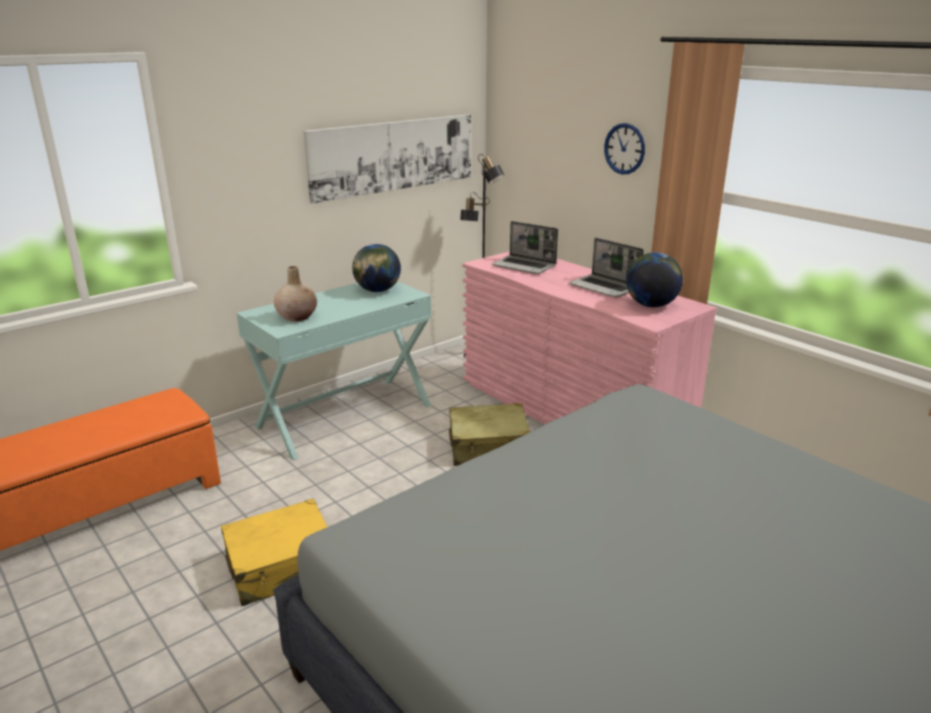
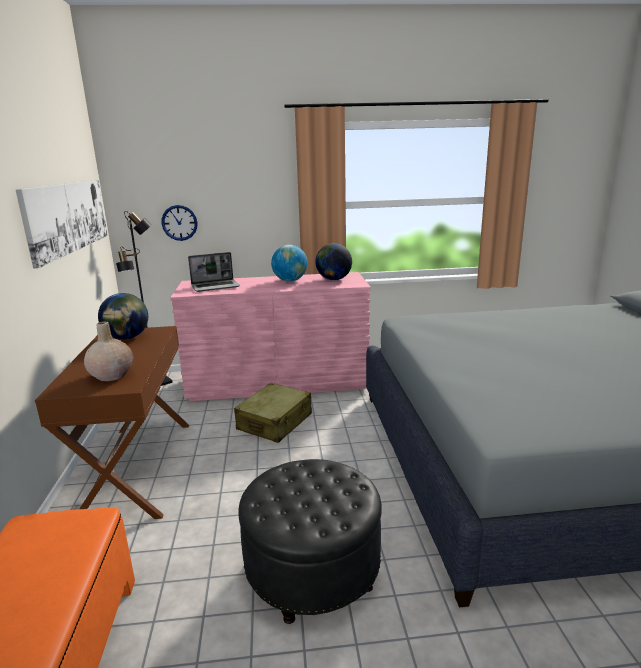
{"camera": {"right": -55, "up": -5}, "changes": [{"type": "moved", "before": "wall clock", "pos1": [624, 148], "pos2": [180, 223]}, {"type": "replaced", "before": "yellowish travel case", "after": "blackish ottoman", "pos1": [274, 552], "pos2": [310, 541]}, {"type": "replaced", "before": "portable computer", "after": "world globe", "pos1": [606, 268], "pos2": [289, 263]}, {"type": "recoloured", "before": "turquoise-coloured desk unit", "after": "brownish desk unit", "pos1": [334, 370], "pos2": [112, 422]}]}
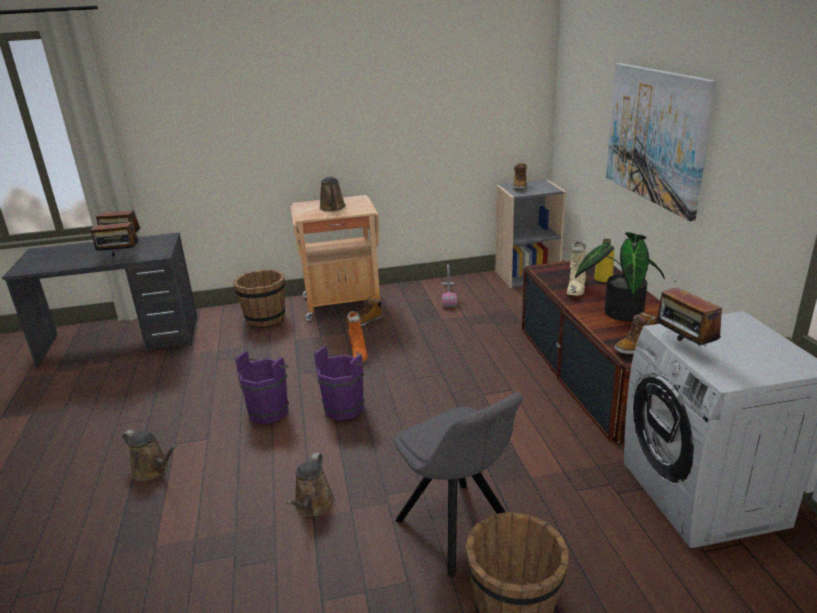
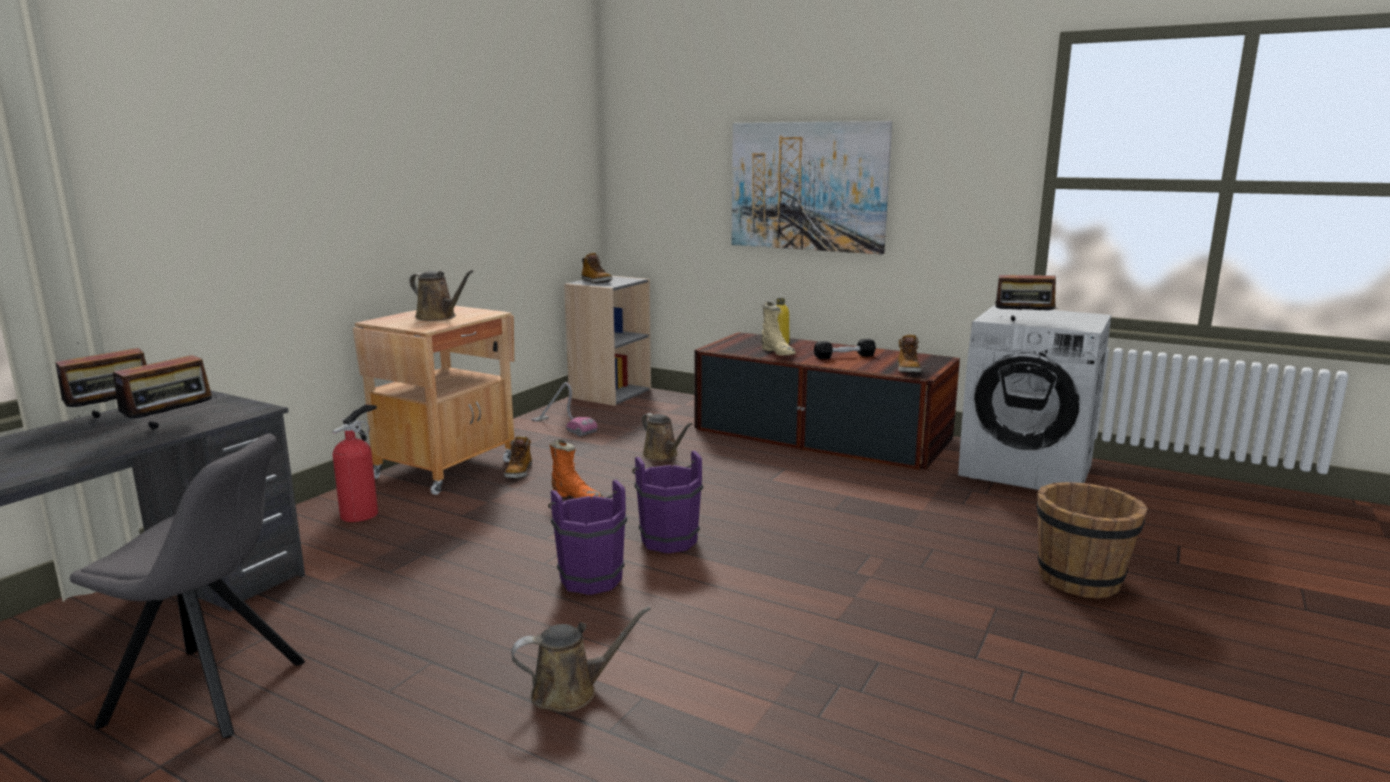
{"camera": {"right": -50, "up": -10}, "changes": [{"type": "moved", "before": "brownish sprinkling can", "pos1": [310, 485], "pos2": [667, 437]}, {"type": "moved", "before": "grey plain chair", "pos1": [458, 484], "pos2": [187, 586]}, {"type": "replaced", "before": "brownish water bucket", "after": "fire-fighting cylinder", "pos1": [259, 298], "pos2": [355, 463]}, {"type": "replaced", "before": "plant in a pot", "after": "blackish free weight", "pos1": [620, 276], "pos2": [845, 349]}]}
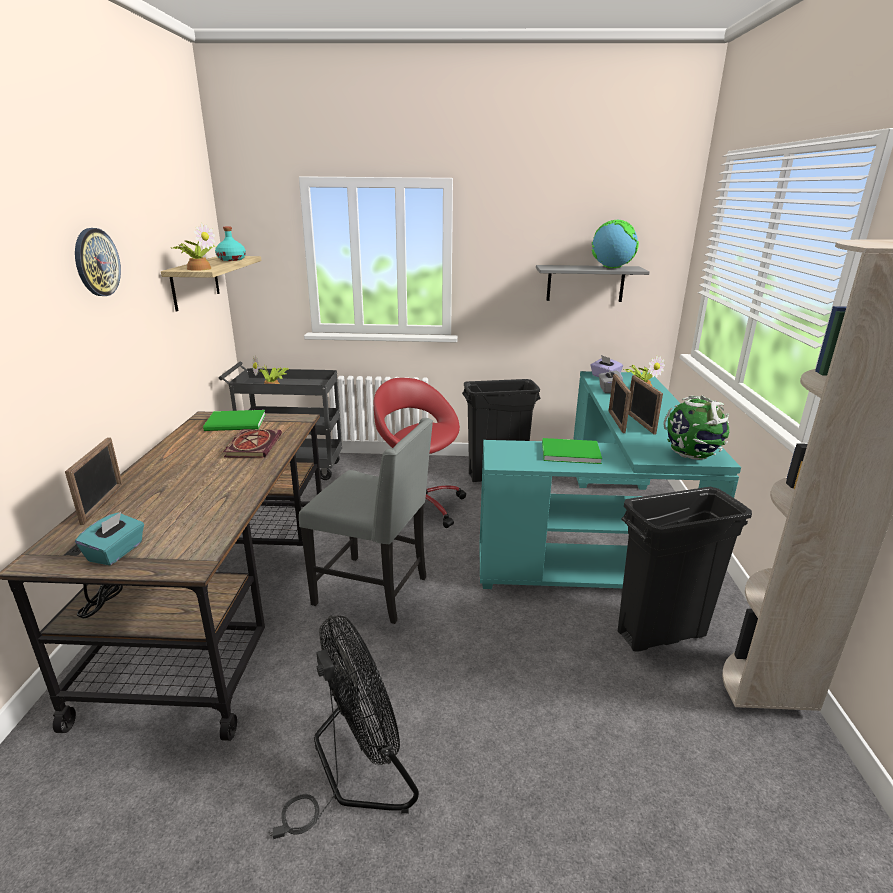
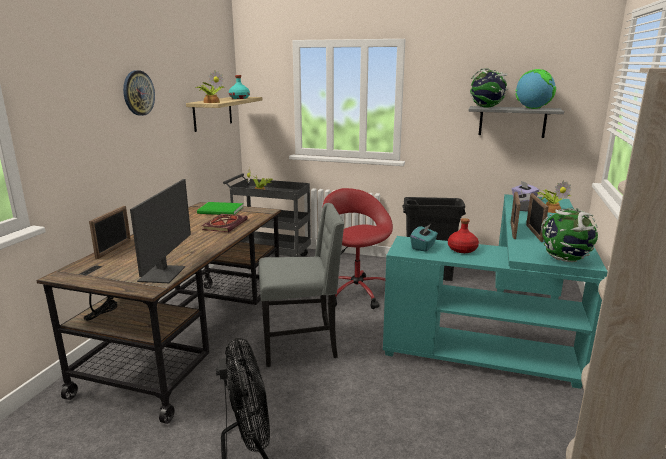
{"camera": {"right": 15, "up": -5}, "changes": [{"type": "removed", "before": "blackish waste bin", "pos1": [685, 569]}, {"type": "added", "after": "computer display", "pos2": [160, 231]}, {"type": "added", "after": "world globe", "pos2": [489, 88]}, {"type": "moved", "before": "turquoise-coloured tissue box", "pos1": [109, 538], "pos2": [424, 238]}, {"type": "replaced", "before": "greenish bound book", "after": "red bottle", "pos1": [572, 451], "pos2": [463, 235]}, {"type": "turned", "before": "grey plain chair", "pos1": [366, 521], "pos2": [302, 285], "turn": -45}]}
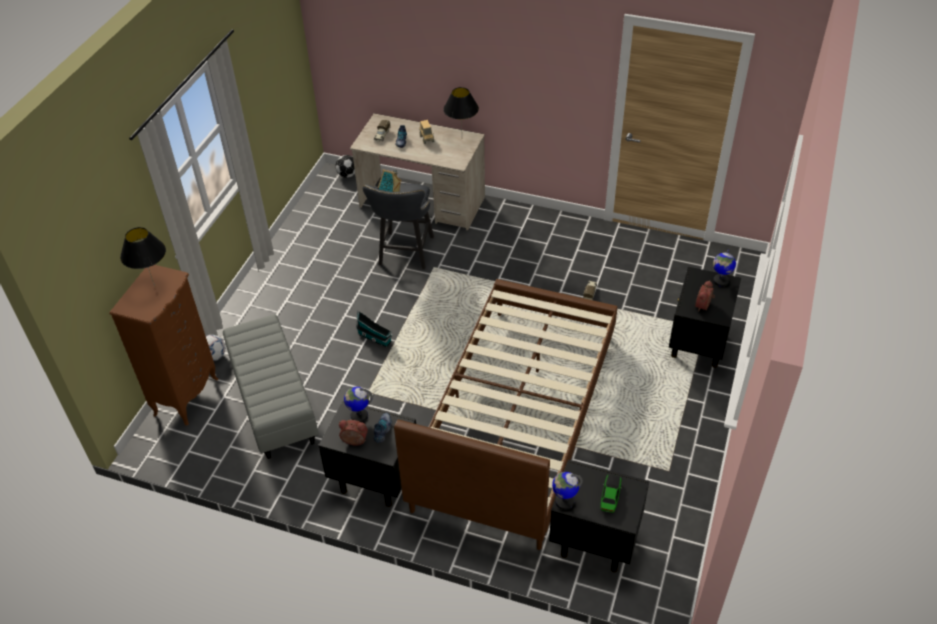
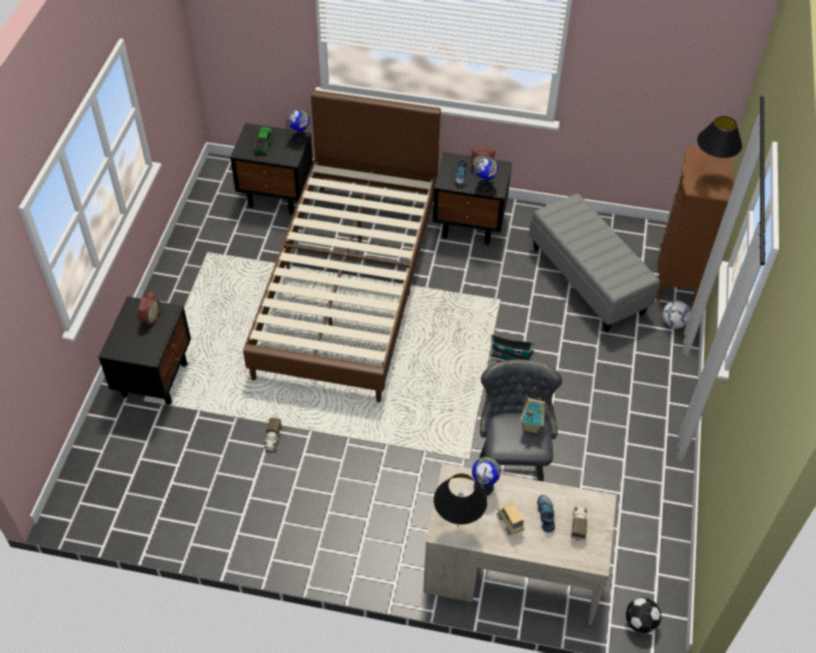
{"camera": {"right": 170, "up": 5}, "changes": [{"type": "moved", "before": "world globe", "pos1": [724, 268], "pos2": [486, 476]}]}
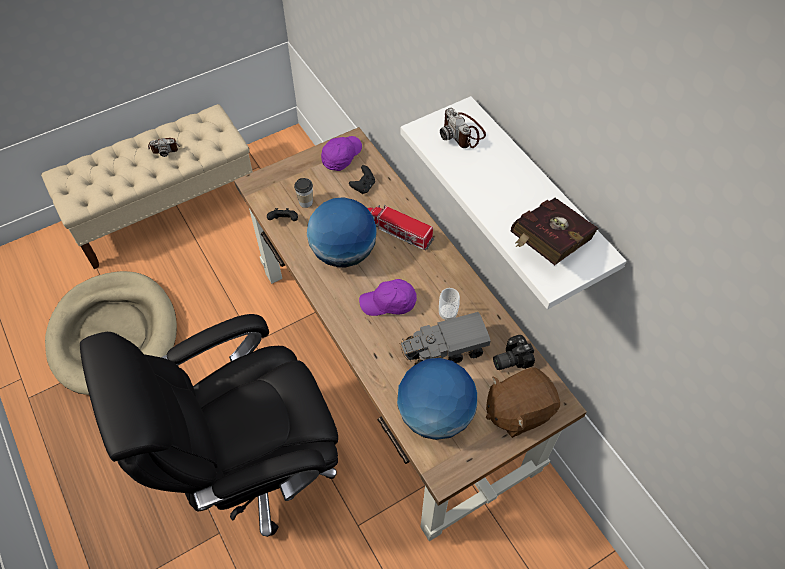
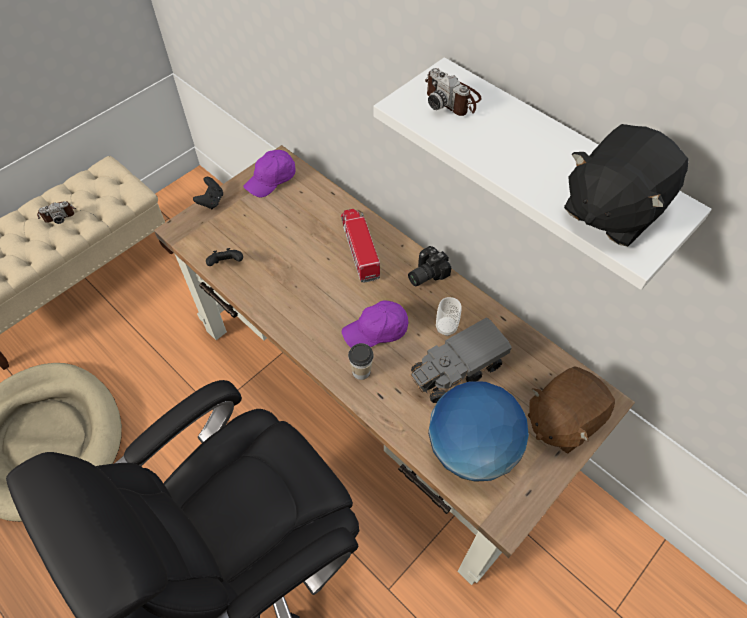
{"camera": {"right": -15, "up": 0}, "changes": [{"type": "removed", "before": "world globe", "pos1": [342, 232]}, {"type": "moved", "before": "small cup", "pos1": [303, 193], "pos2": [361, 361]}, {"type": "moved", "before": "blackish game controller", "pos1": [362, 179], "pos2": [208, 193]}, {"type": "moved", "before": "still camera", "pos1": [514, 352], "pos2": [429, 266]}, {"type": "replaced", "before": "red bound book", "after": "blackish plush toy", "pos1": [554, 231], "pos2": [626, 185]}, {"type": "turned", "before": "purple-coloured baseball cap", "pos1": [341, 153], "pos2": [269, 173], "turn": -150}, {"type": "turned", "before": "toy truck", "pos1": [400, 227], "pos2": [360, 245], "turn": 60}]}
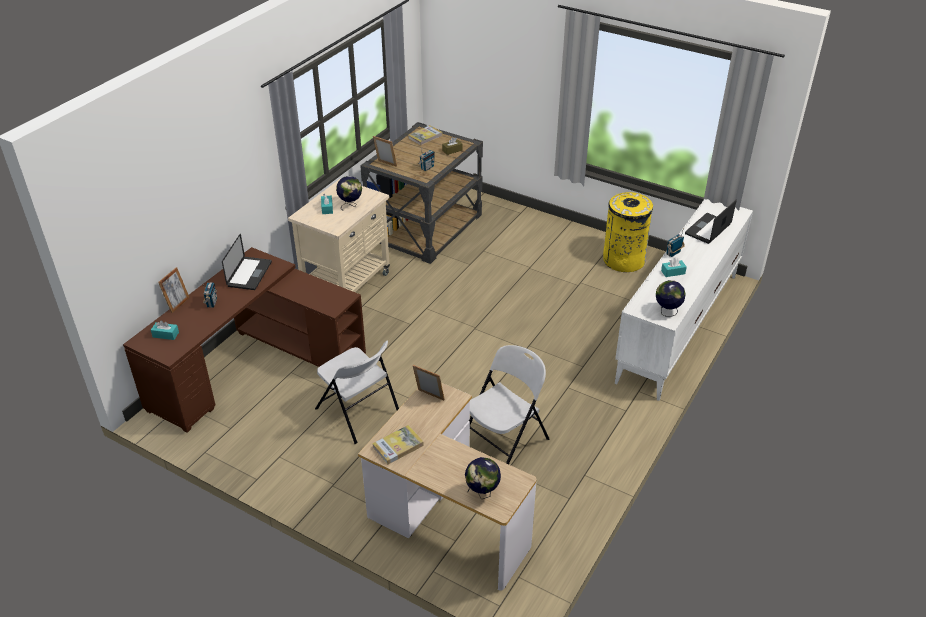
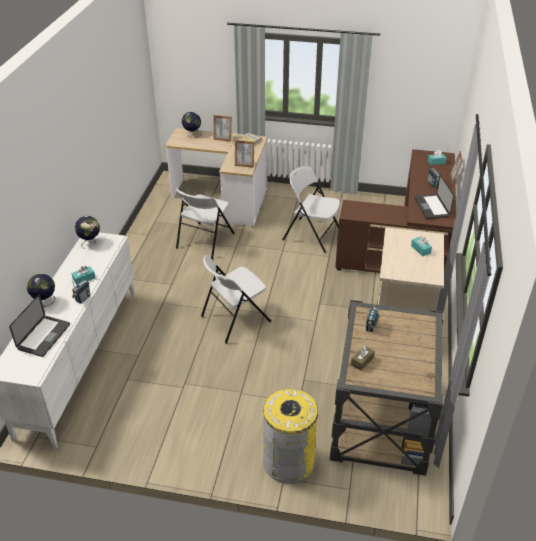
{"camera": {"right": 160, "up": 0}, "changes": [{"type": "removed", "before": "bound book", "pos1": [425, 135]}, {"type": "added", "after": "white-coloured plain chair", "pos2": [236, 299]}, {"type": "moved", "before": "world globe", "pos1": [349, 193], "pos2": [41, 290]}, {"type": "moved", "before": "standing frame", "pos1": [385, 151], "pos2": [222, 128]}, {"type": "moved", "before": "yellowish waste bin", "pos1": [628, 232], "pos2": [290, 436]}]}
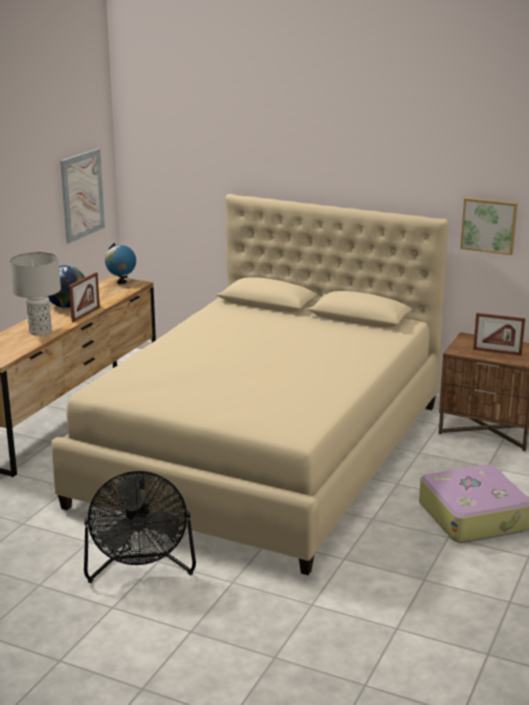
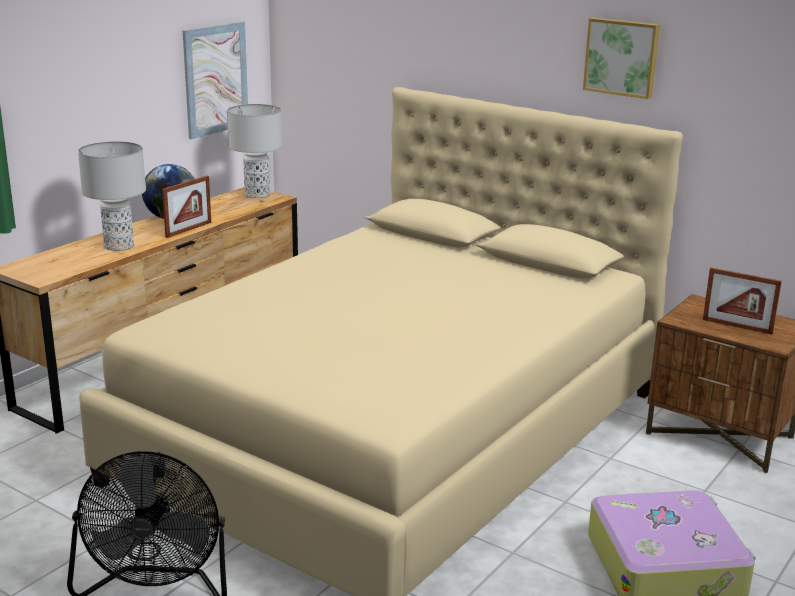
{"camera": {"right": 10, "up": 0}, "changes": [{"type": "moved", "before": "picture", "pos1": [489, 226], "pos2": [621, 58]}, {"type": "replaced", "before": "world globe", "after": "white-coloured lamp for a table", "pos1": [120, 263], "pos2": [254, 151]}]}
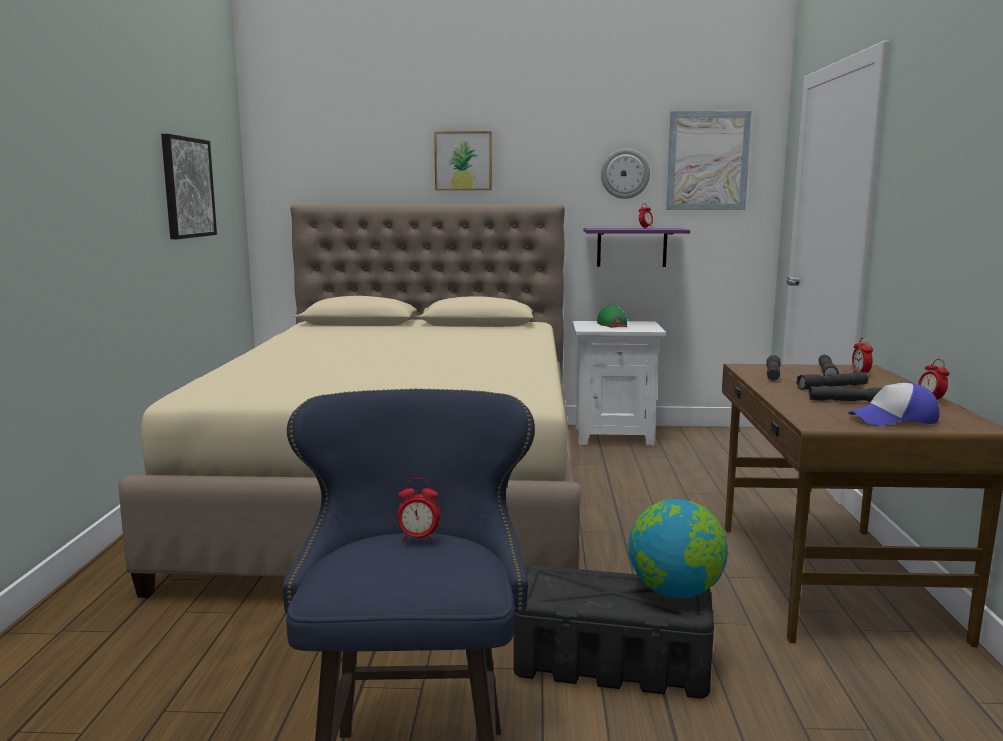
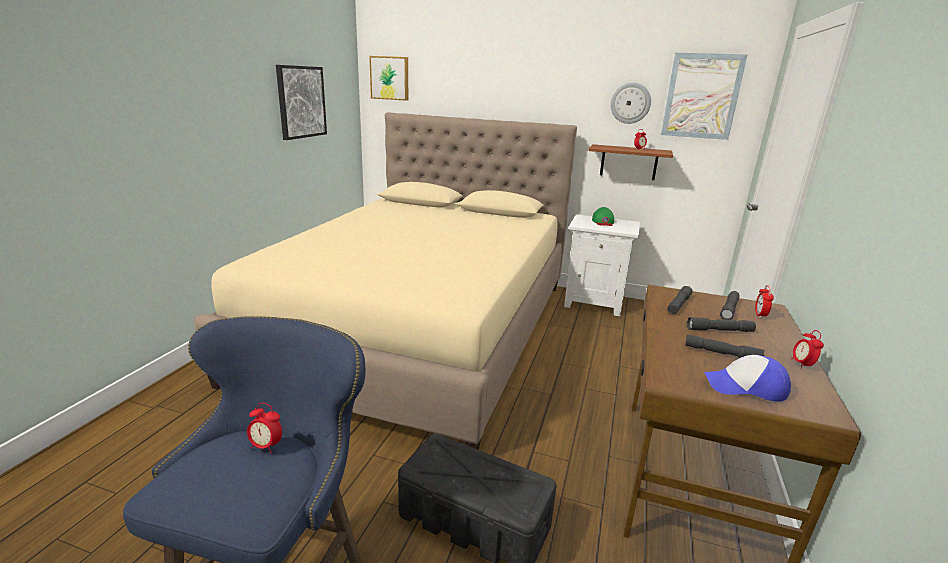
{"camera": {"right": 15, "up": 10}, "changes": [{"type": "removed", "before": "world globe", "pos1": [678, 548]}, {"type": "moved", "before": "picture", "pos1": [463, 160], "pos2": [388, 78]}, {"type": "recoloured", "before": "purple-coloured bracket shelf", "after": "brownish bracket shelf", "pos1": [636, 247], "pos2": [630, 162]}]}
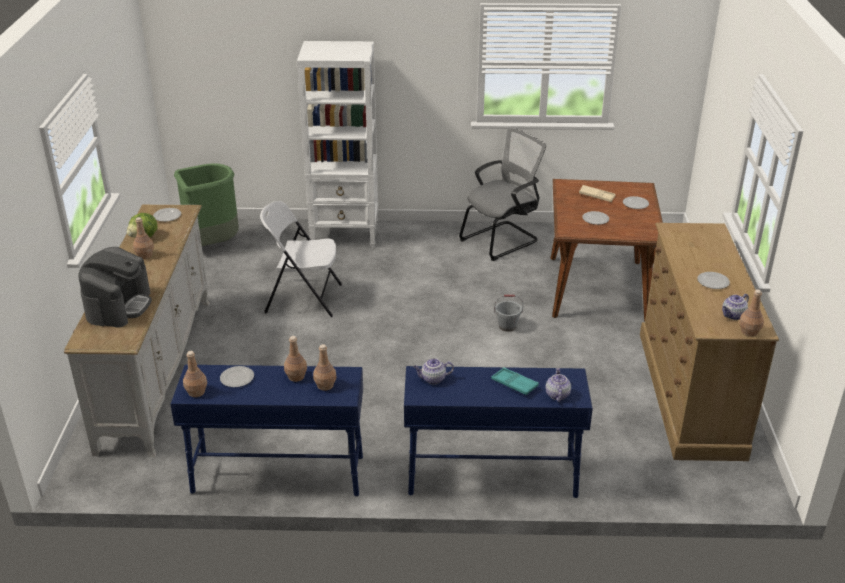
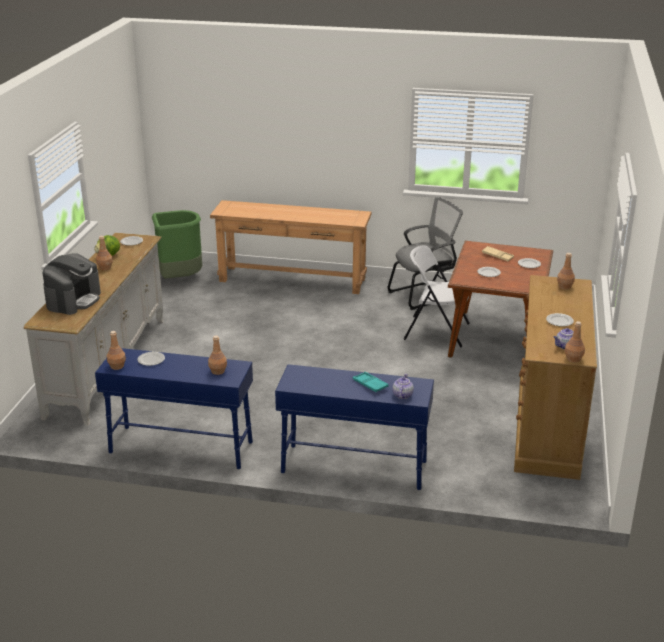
{"camera": {"right": 10, "up": -5}, "changes": [{"type": "removed", "before": "tea pot", "pos1": [433, 371]}, {"type": "removed", "before": "grey water bucket", "pos1": [508, 313]}, {"type": "moved", "before": "white-coloured plain chair", "pos1": [301, 259], "pos2": [437, 296]}, {"type": "moved", "before": "brownish bottle", "pos1": [295, 359], "pos2": [566, 271]}, {"type": "replaced", "before": "white-coloured shelving unit", "after": "brownish narrow table", "pos1": [337, 144], "pos2": [291, 247]}]}
